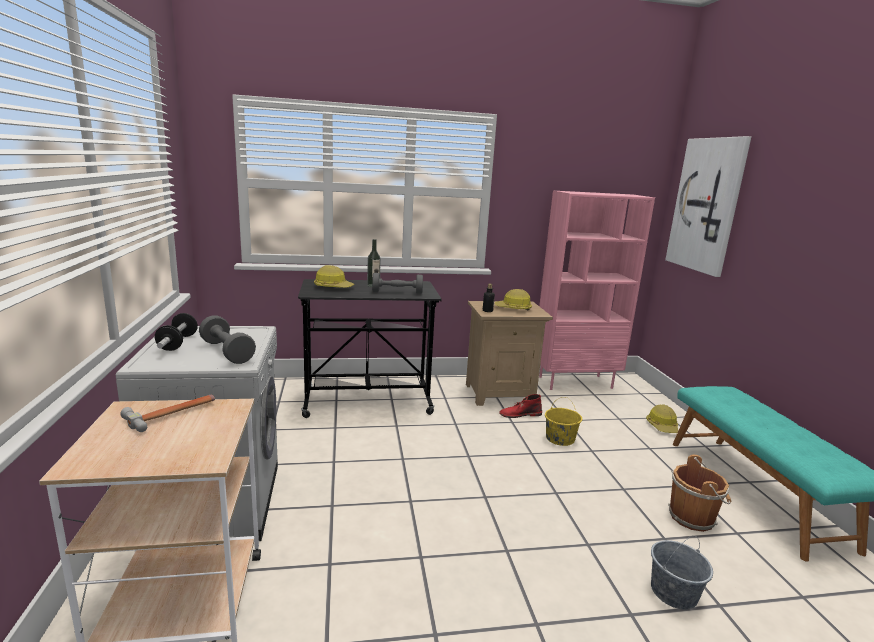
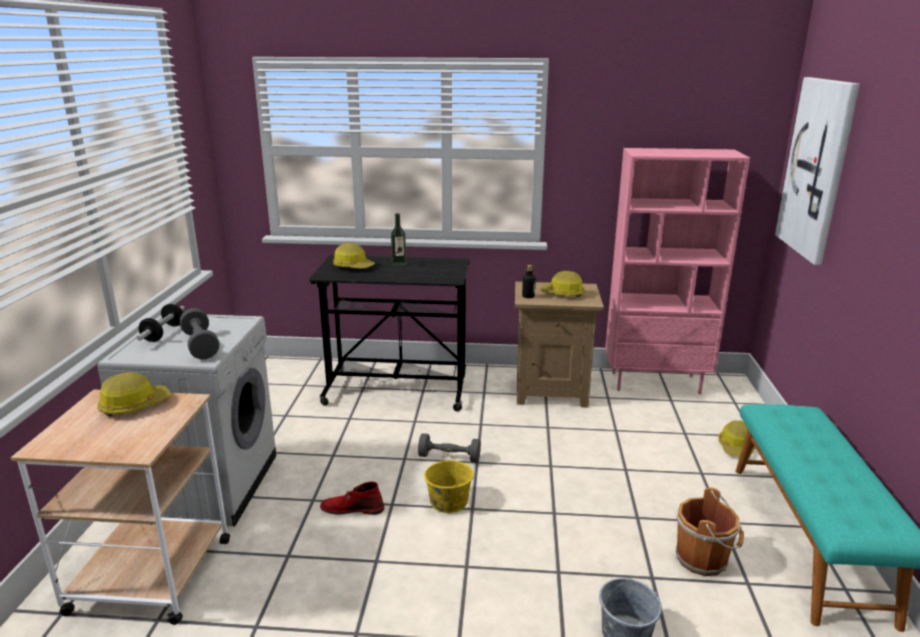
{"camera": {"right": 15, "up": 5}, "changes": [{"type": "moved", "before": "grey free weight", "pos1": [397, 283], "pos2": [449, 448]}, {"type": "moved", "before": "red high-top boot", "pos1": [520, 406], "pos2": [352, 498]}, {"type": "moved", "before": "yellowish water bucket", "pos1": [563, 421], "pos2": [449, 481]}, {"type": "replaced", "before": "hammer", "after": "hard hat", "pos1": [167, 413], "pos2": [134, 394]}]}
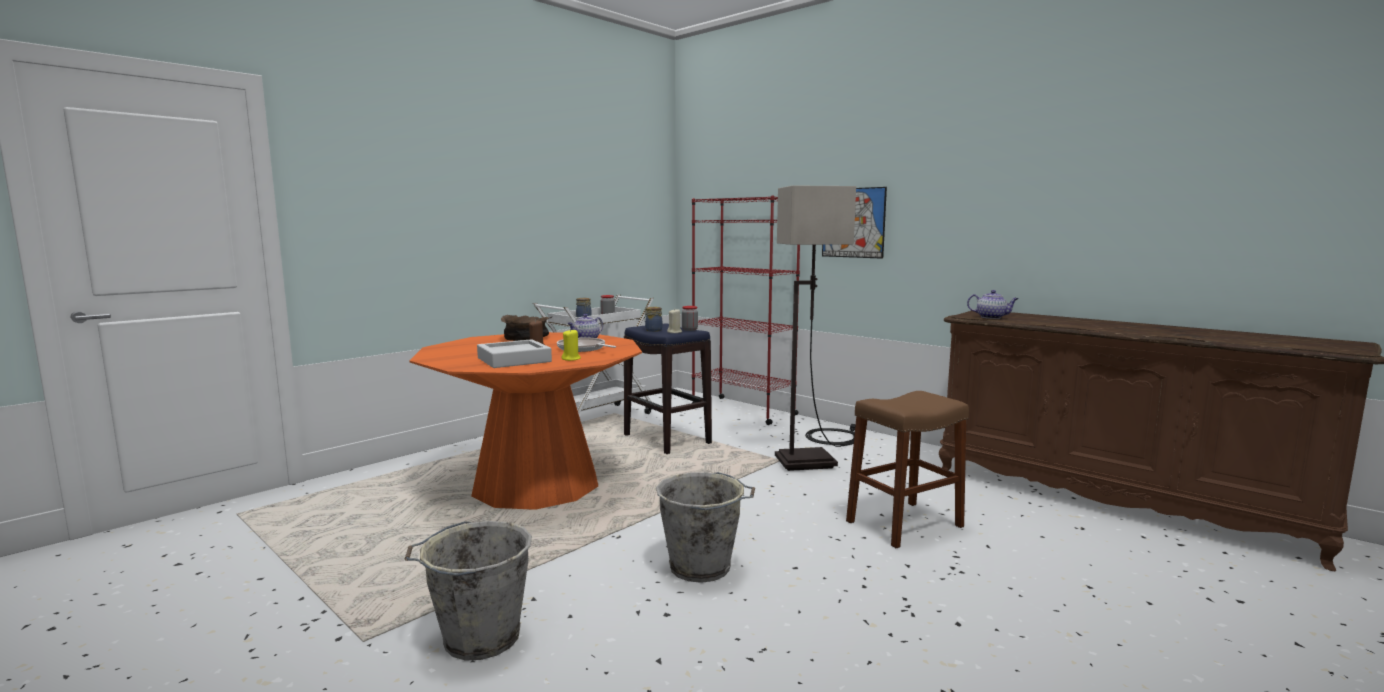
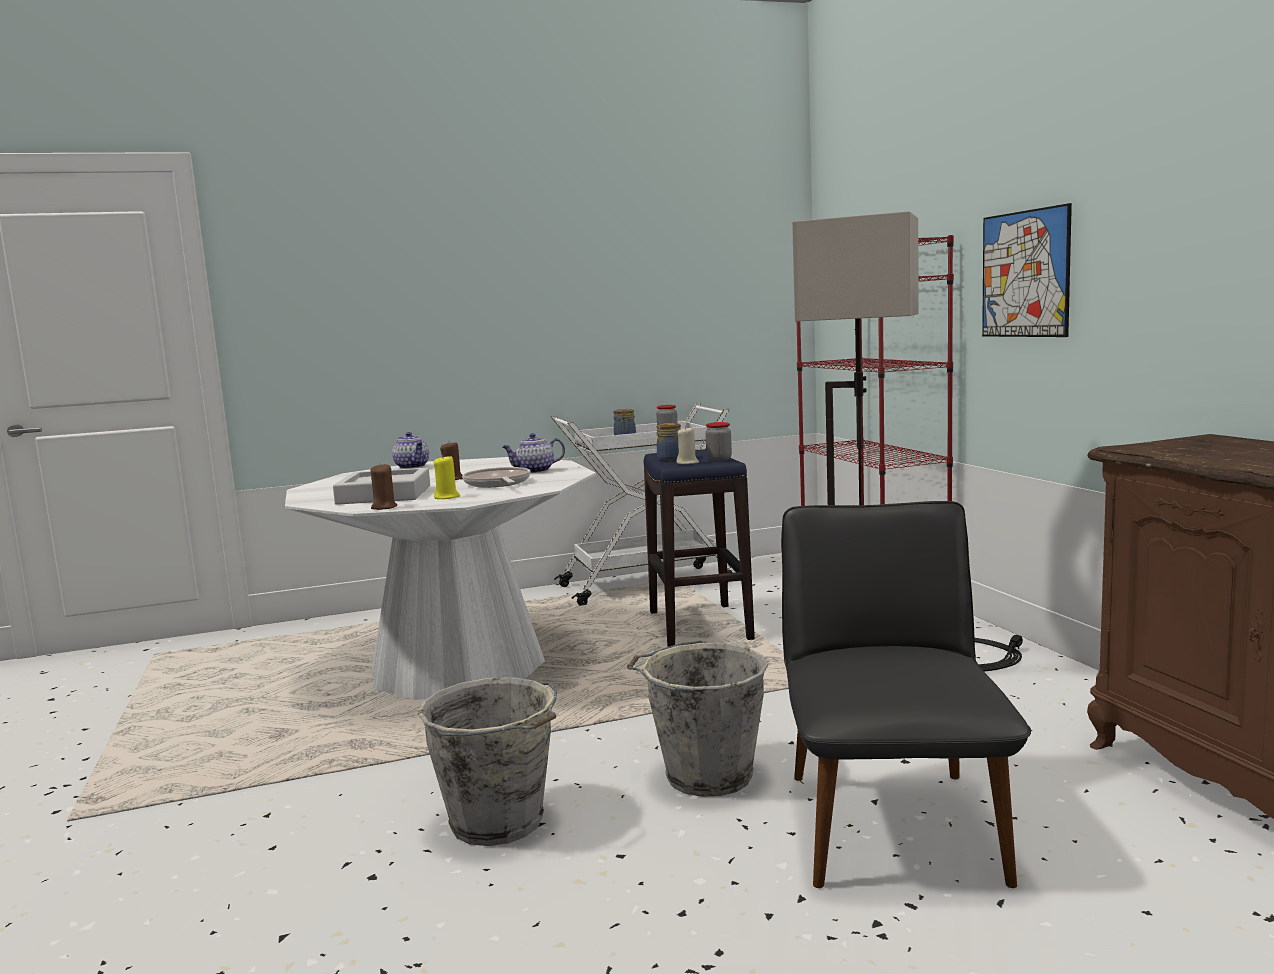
{"camera": {"right": 30, "up": 0}, "changes": [{"type": "removed", "before": "brownish bowl", "pos1": [527, 328]}, {"type": "added", "after": "brownish candle", "pos2": [383, 486]}, {"type": "moved", "before": "grey water bucket", "pos1": [468, 591], "pos2": [697, 719]}, {"type": "moved", "before": "tea pot", "pos1": [992, 304], "pos2": [410, 450]}, {"type": "replaced", "before": "brownish stool", "after": "blackish plain chair", "pos1": [907, 469], "pos2": [906, 694]}, {"type": "recoloured", "before": "orangey dinner table", "after": "white-coloured dinner table", "pos1": [526, 421], "pos2": [440, 578]}]}
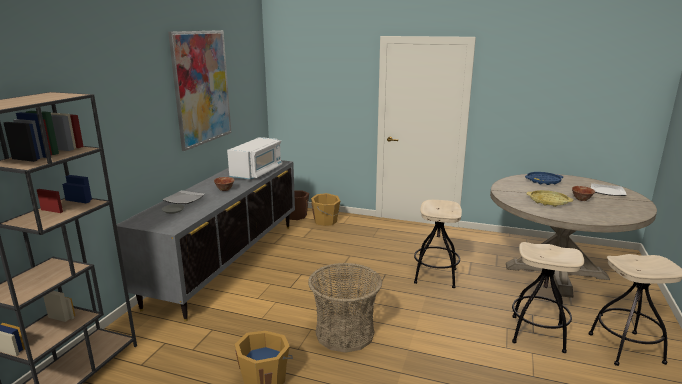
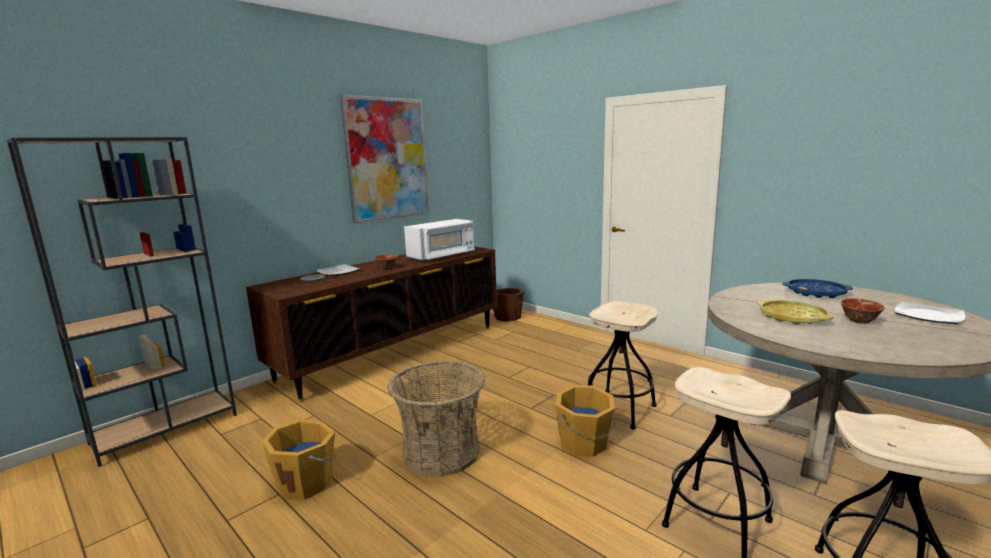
{"camera": {"right": 25, "up": -5}, "changes": [{"type": "moved", "before": "orangey water bucket", "pos1": [326, 209], "pos2": [585, 421]}, {"type": "recoloured", "before": "grey cabinet", "after": "brownish cabinet", "pos1": [205, 241], "pos2": [371, 324]}]}
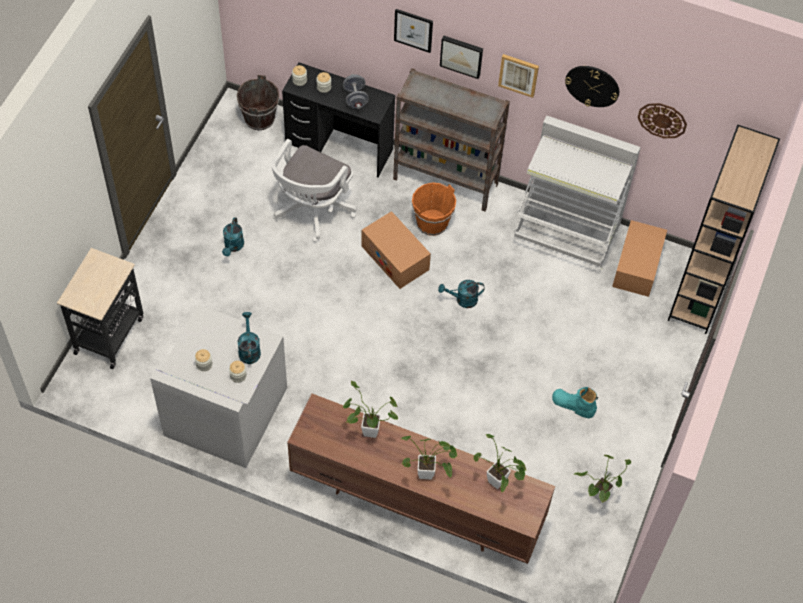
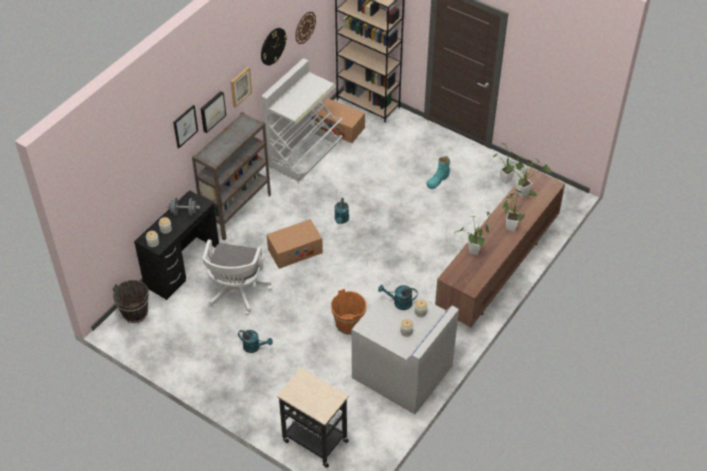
{"camera": {"right": -75, "up": -10}, "changes": [{"type": "moved", "before": "orangey water bucket", "pos1": [434, 209], "pos2": [349, 312]}, {"type": "turned", "before": "white-coloured office chair", "pos1": [314, 190], "pos2": [237, 277], "turn": 60}]}
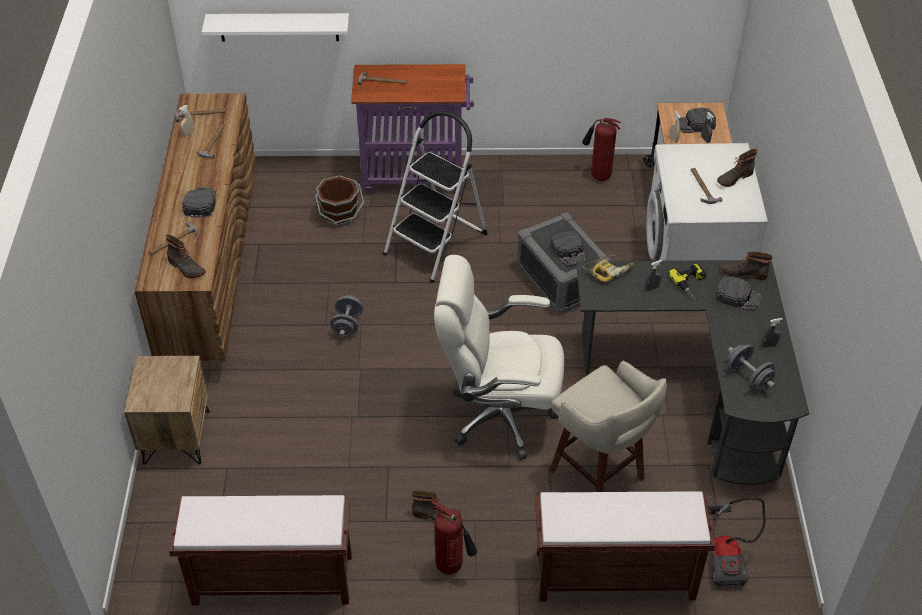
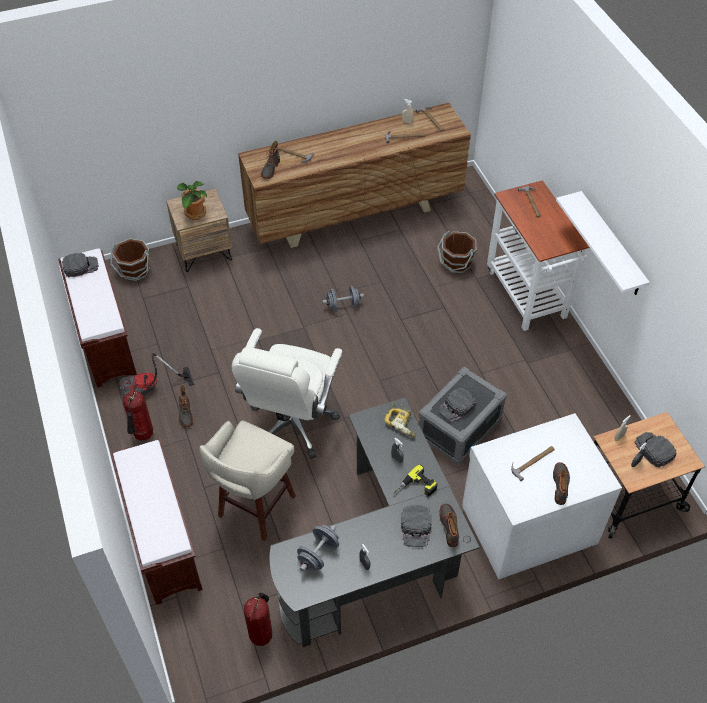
{"camera": {"right": 70, "up": 5}, "changes": [{"type": "removed", "before": "stepladder", "pos1": [435, 197]}, {"type": "added", "after": "brownish water bucket", "pos2": [130, 259]}, {"type": "added", "after": "plant in a pot", "pos2": [192, 200]}, {"type": "moved", "before": "blackish baseball cap", "pos1": [199, 202], "pos2": [80, 265]}, {"type": "moved", "before": "white-coloured bracket shelf", "pos1": [275, 27], "pos2": [603, 243]}, {"type": "moved", "before": "fire-fighting cylinder", "pos1": [601, 149], "pos2": [258, 619]}, {"type": "moved", "before": "vacuum cleaner", "pos1": [737, 542], "pos2": [156, 375]}, {"type": "recoloured", "before": "purple-coloured cart", "after": "white-coloured cart", "pos1": [412, 129], "pos2": [538, 256]}, {"type": "turned", "before": "white-coloured office chair", "pos1": [499, 357], "pos2": [287, 393], "turn": -150}, {"type": "turned", "before": "high-top boot", "pos1": [737, 168], "pos2": [561, 483], "turn": 60}]}
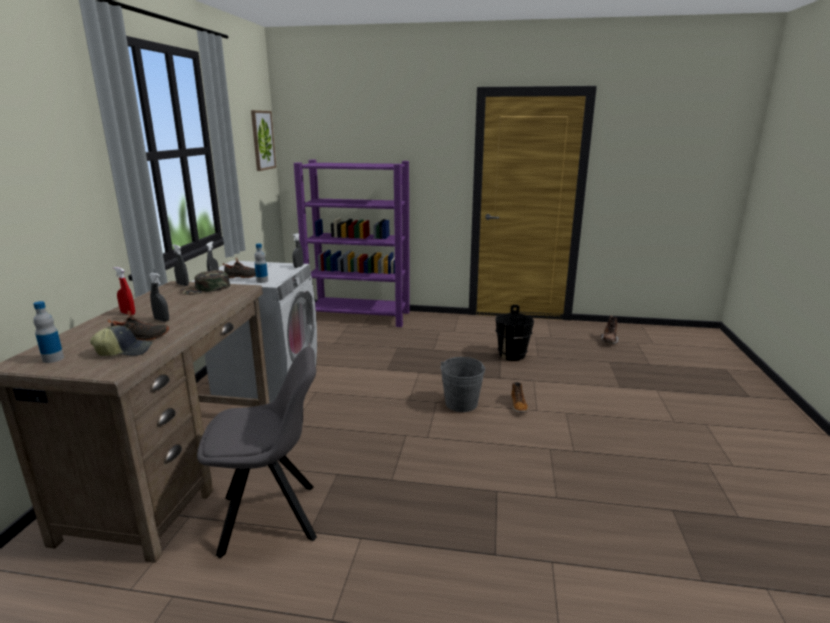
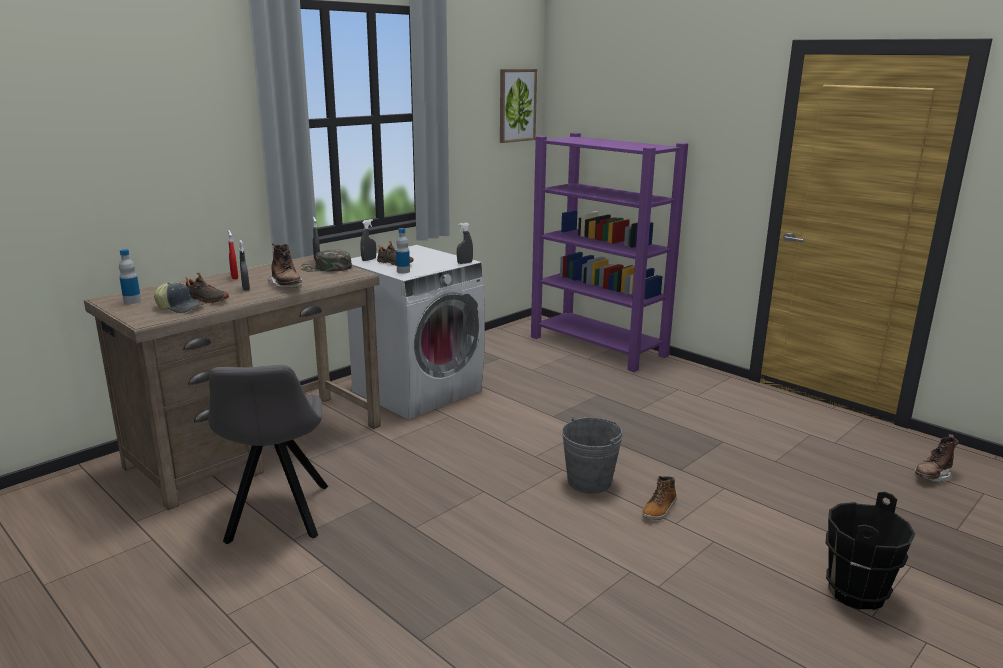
{"camera": {"right": 35, "up": 0}, "changes": [{"type": "added", "after": "brownish high-top boot", "pos2": [285, 265]}, {"type": "moved", "before": "blackish water bucket", "pos1": [515, 333], "pos2": [870, 551]}, {"type": "turned", "before": "grey plain chair", "pos1": [257, 452], "pos2": [268, 454], "turn": 60}]}
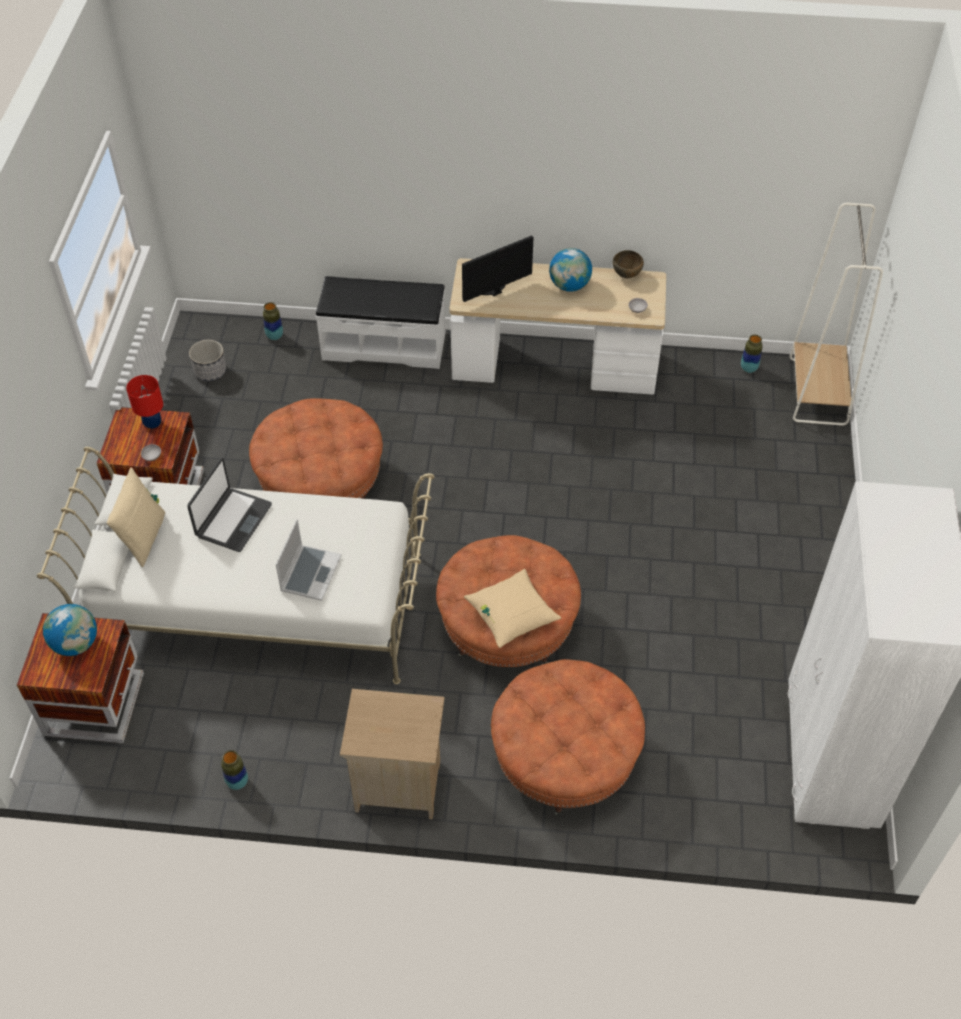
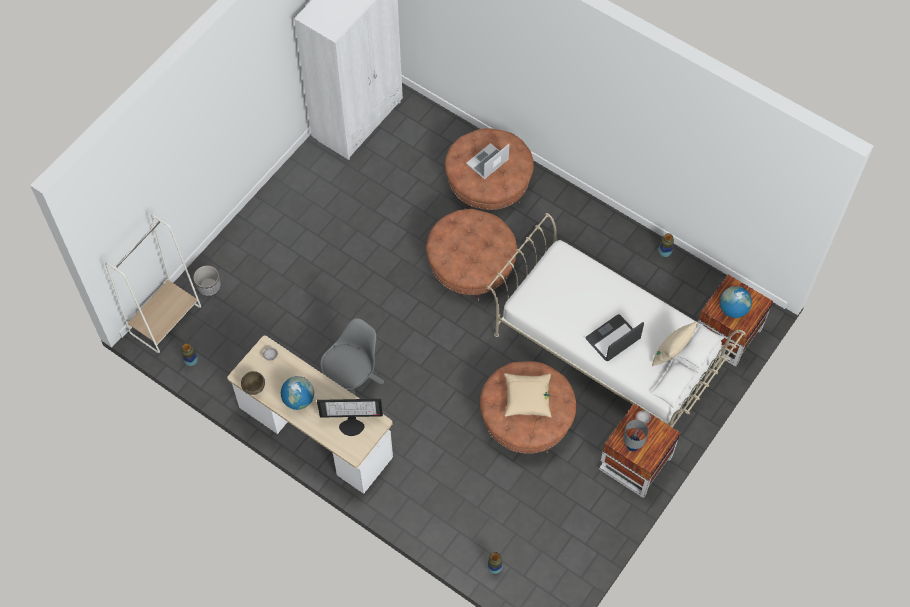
{"camera": {"right": -150, "up": 10}, "changes": [{"type": "removed", "before": "white-coloured bench", "pos1": [381, 322]}, {"type": "removed", "before": "beige night table", "pos1": [392, 754]}, {"type": "added", "after": "grey plain chair", "pos2": [352, 356]}, {"type": "moved", "before": "planter", "pos1": [207, 360], "pos2": [207, 281]}, {"type": "moved", "before": "portable computer", "pos1": [308, 560], "pos2": [487, 161]}, {"type": "moved", "before": "beige cushion", "pos1": [512, 608], "pos2": [528, 395]}, {"type": "recoloured", "before": "red lamp for a table", "after": "grey lamp for a table", "pos1": [144, 402], "pos2": [635, 435]}]}
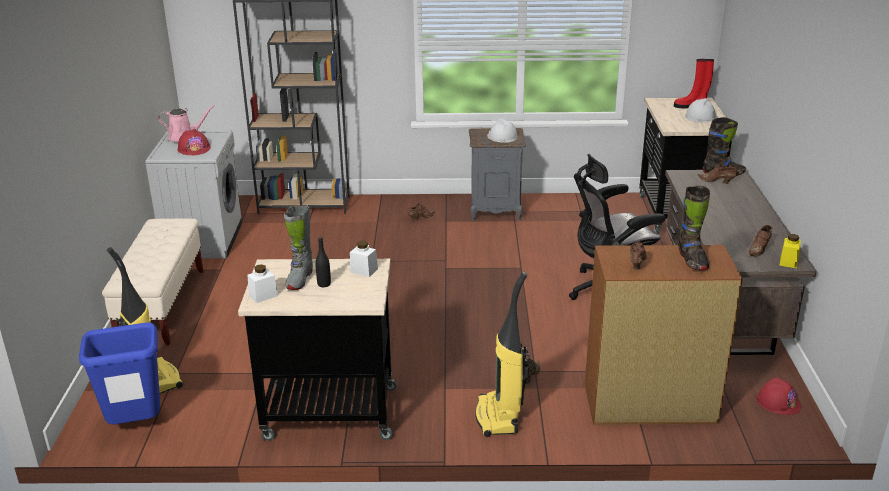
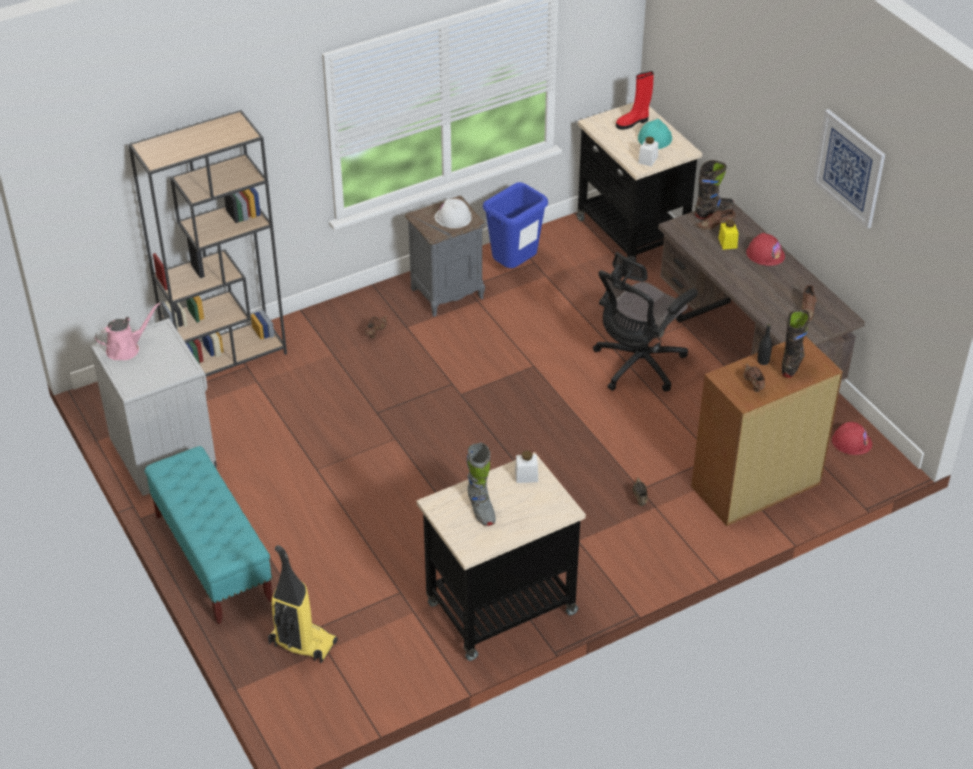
{"camera": {"right": -30, "up": 15}, "changes": [{"type": "removed", "before": "vacuum cleaner", "pos1": [502, 354]}, {"type": "added", "after": "picture", "pos2": [849, 169]}, {"type": "moved", "before": "bluish waste bin", "pos1": [119, 373], "pos2": [515, 225]}, {"type": "moved", "before": "red hard hat", "pos1": [194, 142], "pos2": [765, 249]}, {"type": "moved", "before": "white-coloured preserve jar", "pos1": [262, 283], "pos2": [648, 152]}, {"type": "moved", "before": "blackish bottle", "pos1": [323, 261], "pos2": [764, 344]}, {"type": "moved", "before": "yellowish preserve jar", "pos1": [790, 251], "pos2": [728, 235]}, {"type": "recoloured", "before": "beige bench", "after": "turquoise-coloured bench", "pos1": [153, 281], "pos2": [209, 535]}, {"type": "recoloured", "before": "white-coloured hard hat", "after": "turquoise-coloured hard hat", "pos1": [701, 110], "pos2": [655, 134]}, {"type": "turned", "before": "blackish high-top boot", "pos1": [694, 228], "pos2": [796, 343], "turn": -120}]}
